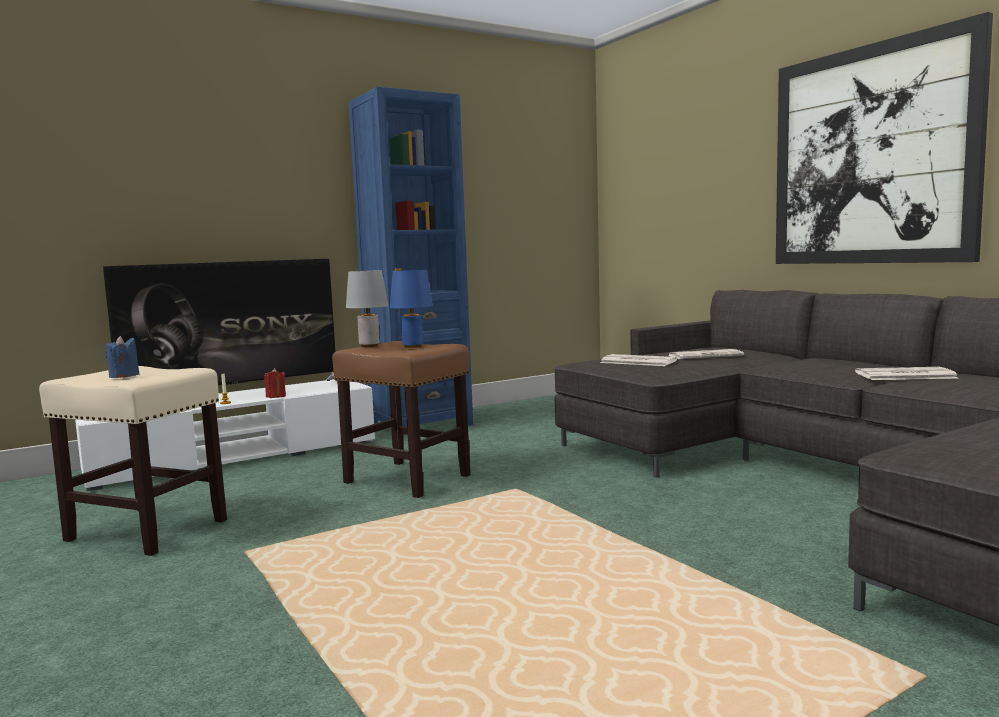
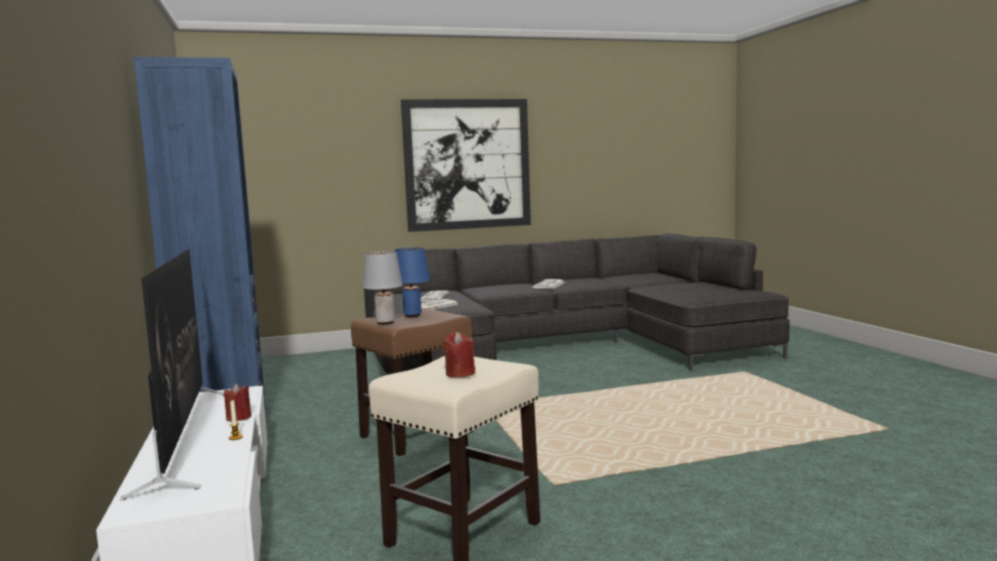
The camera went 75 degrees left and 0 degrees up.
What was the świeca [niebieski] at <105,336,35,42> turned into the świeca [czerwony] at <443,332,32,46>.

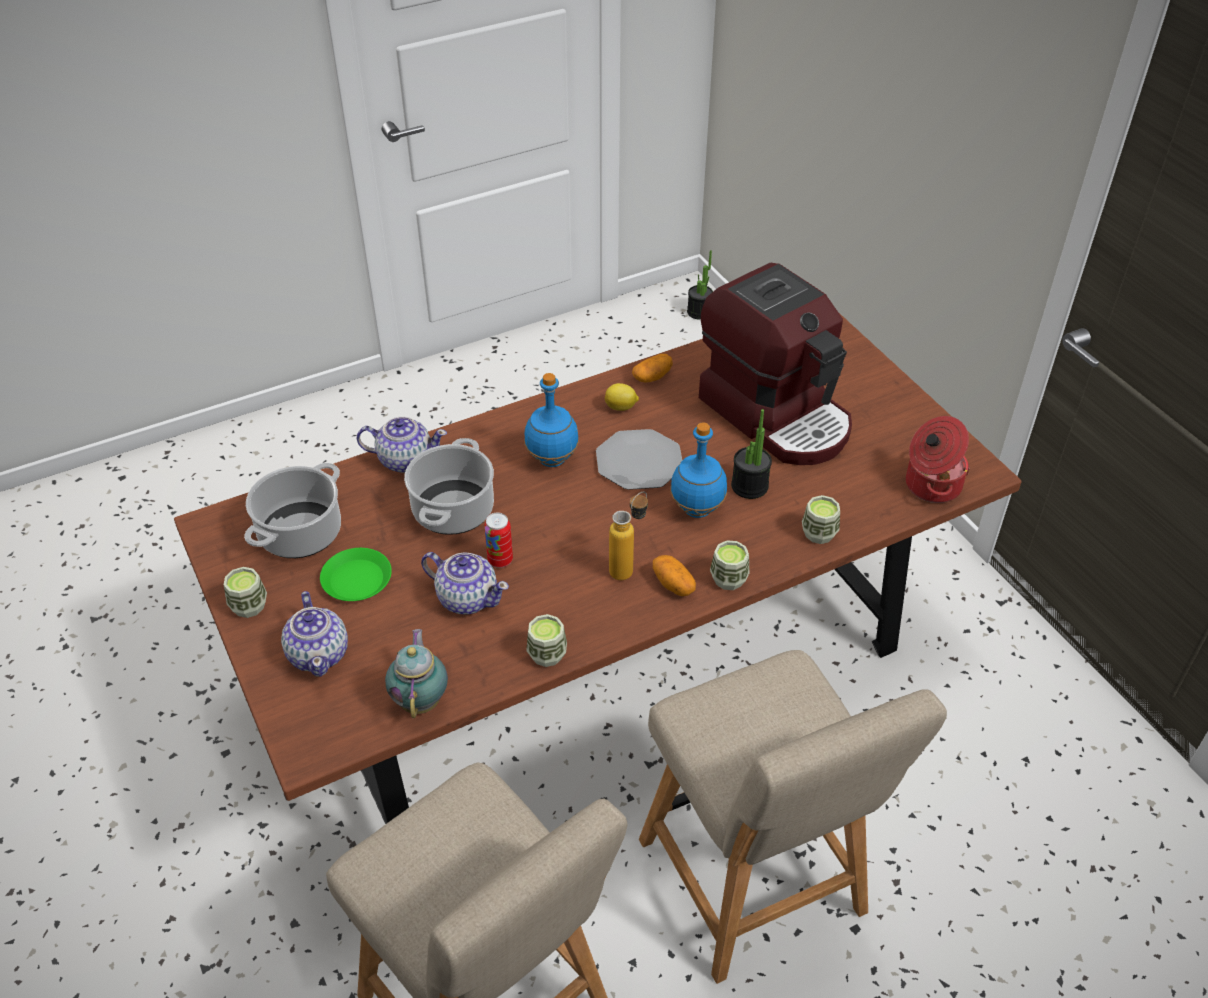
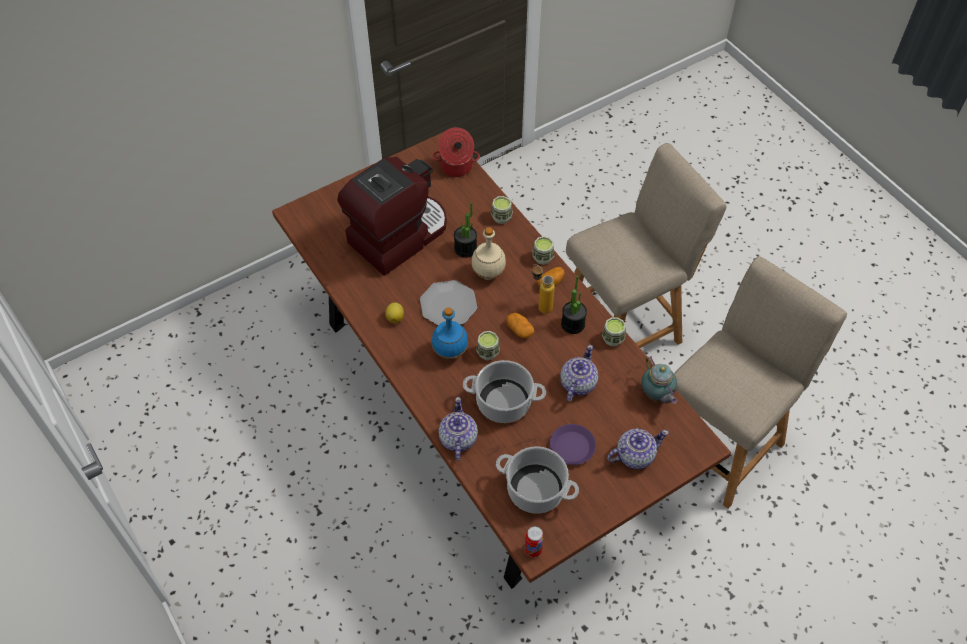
The camera went 95 degrees left and 10 degrees up.
The roślina doniczkowa ended up elsewhere, having gone from <687,250,26,70> to <561,275,26,59>.
The ziemniak ended up elsewhere, having gone from <632,354,41,29> to <507,313,27,25>.
What was the butelka [niebieski] at <670,422,57,96> turned into the butelka [beżowy] at <471,227,35,53>.
The puszka ended up elsewhere, having gone from <484,513,29,55> to <525,526,19,31>.
What was the talerz [zielony] at <320,548,72,53> turned into the talerz [fioletowy] at <550,424,46,41>.
The filiżanka ended up elsewhere, having gone from <224,567,43,51> to <476,331,24,29>.
The imbryk at <385,629,63,89> ended up facing another way, 105 degrees counterclockwise from before.

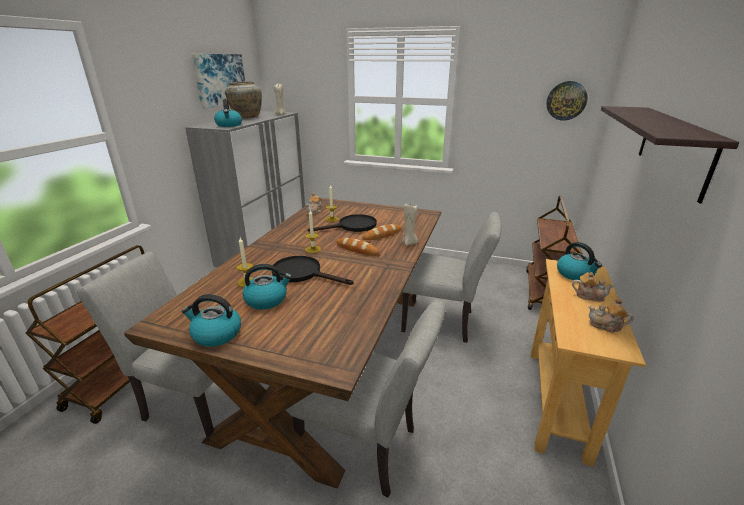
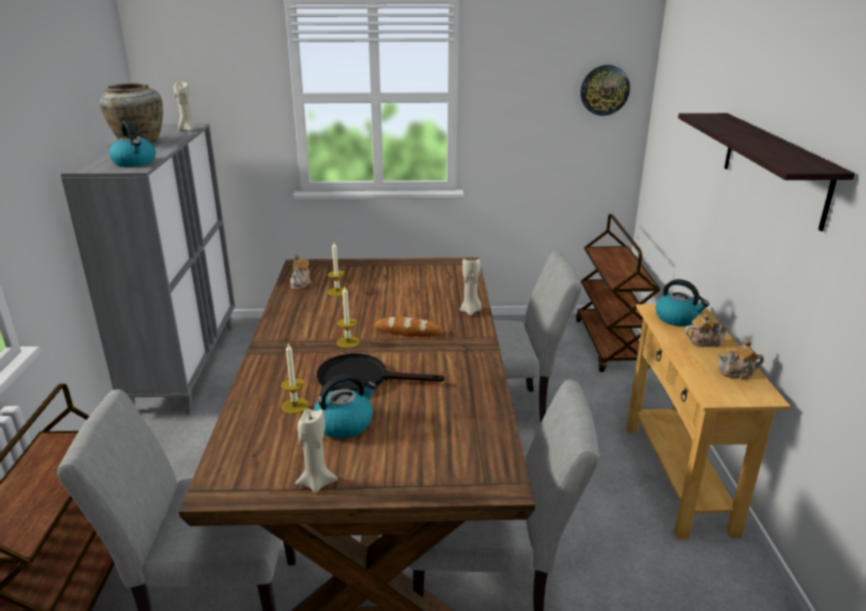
The camera went 20 degrees left and 0 degrees up.
The second view lost the obraz at <192,54,53,54>.
The second view lost the patelnia [czarny] at <308,214,69,18>.
The second view lost the chleb at <362,224,40,16>.
Where the czajnik stood at <182,294,59,53>, the świeca [beżowy] came to stand at <295,409,43,84>.

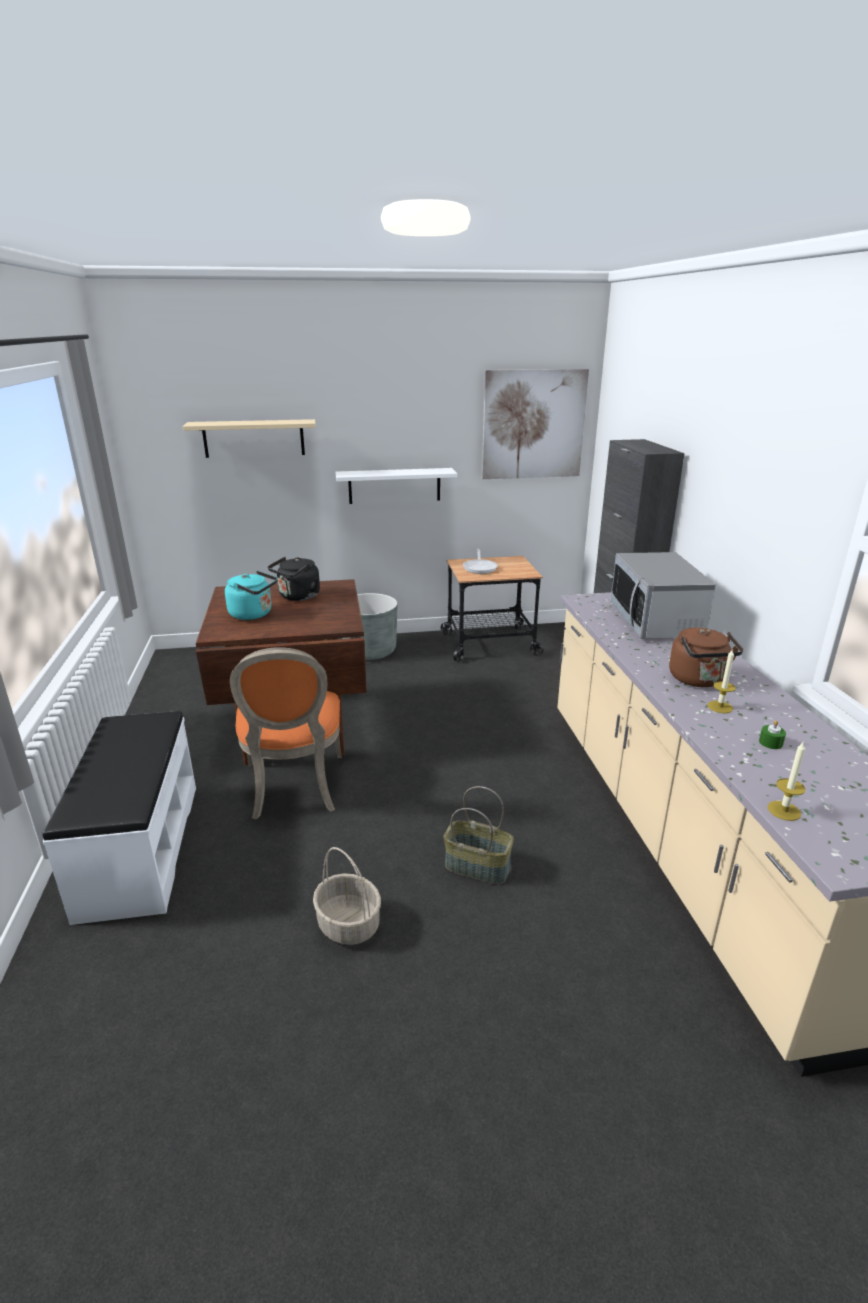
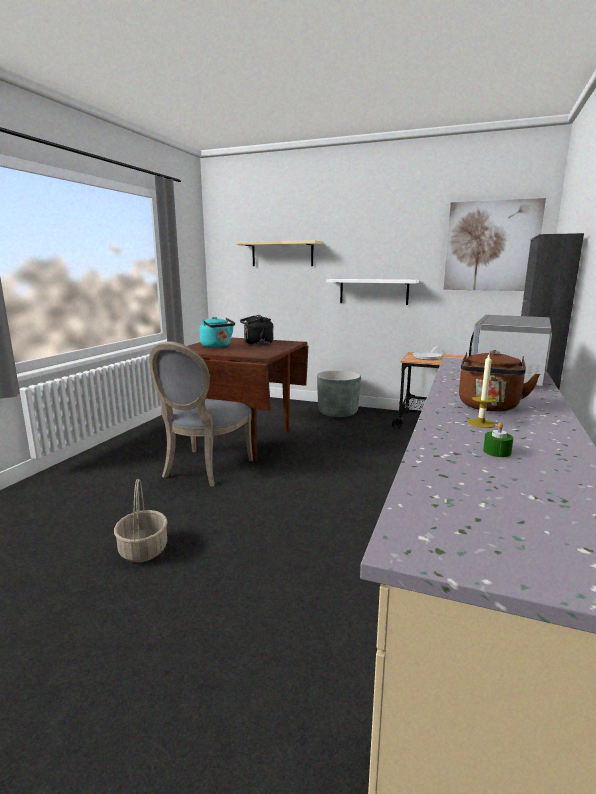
The camera went 30 degrees right and 10 degrees down.
What was the krzesło [pomarańczowy] at <230,647,112,173> turned into the krzesło [szary] at <149,342,104,145>.
The second view lost the ławka [biały] at <42,711,154,214>.
The second view lost the świeca at <767,742,38,79>.
The second view lost the koszyk at <444,786,70,98>.

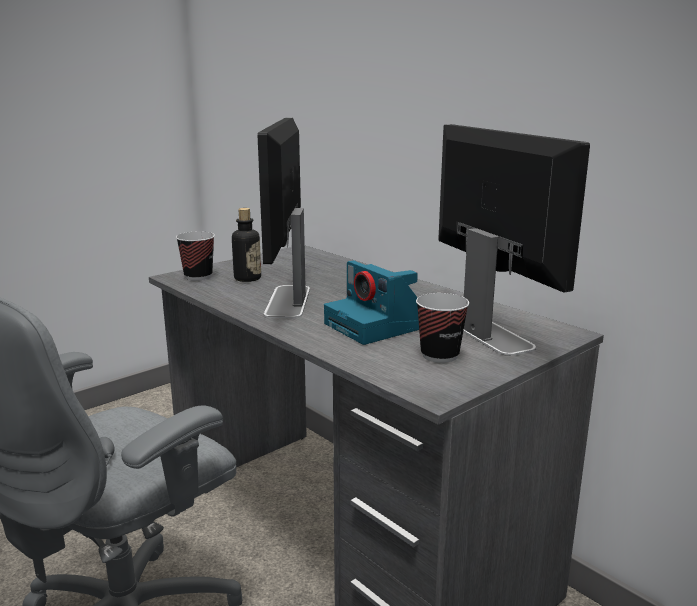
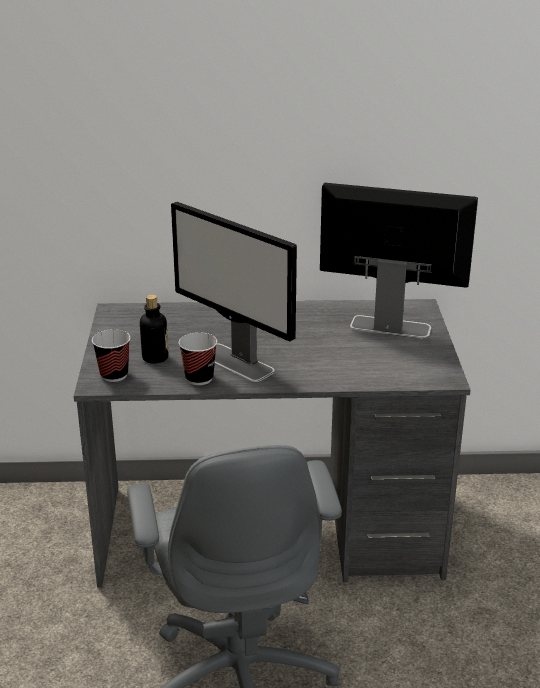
The camera went 50 degrees left and 10 degrees up.
The second view lost the aparat fotograficzny at <324,260,95,85>.
The filiżanka ended up elsewhere, having gone from <416,293,53,70> to <179,332,38,53>.

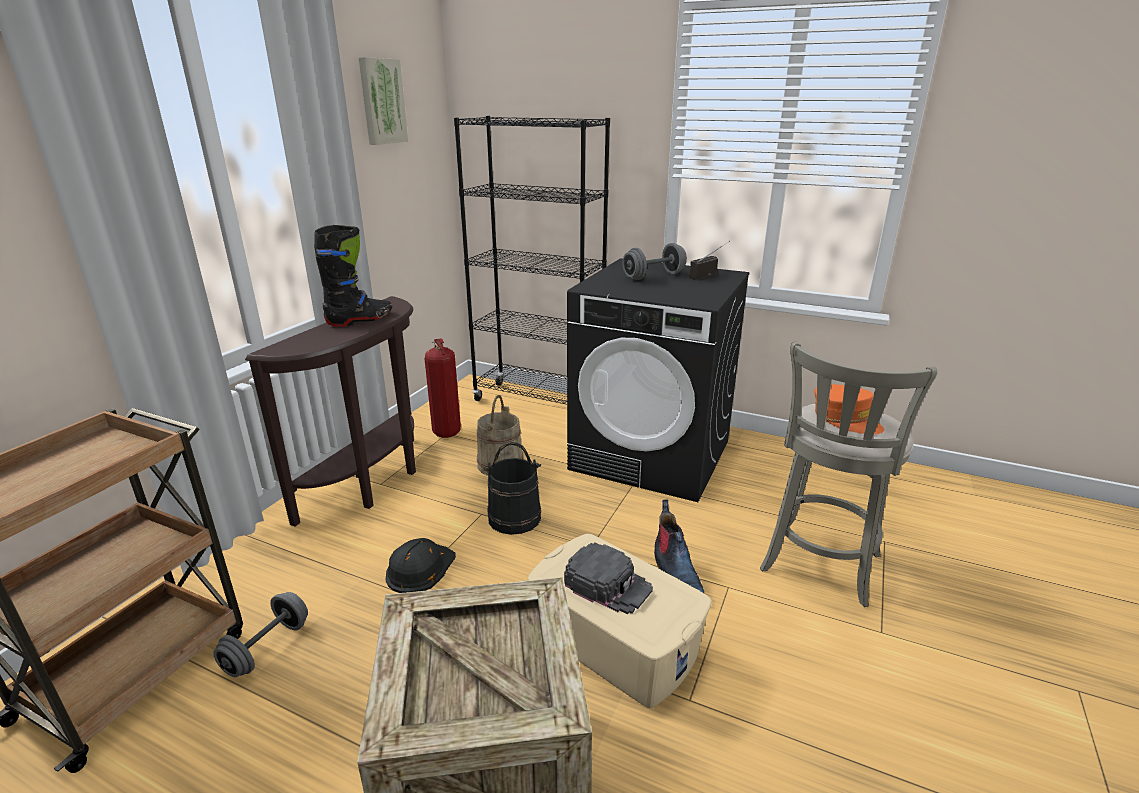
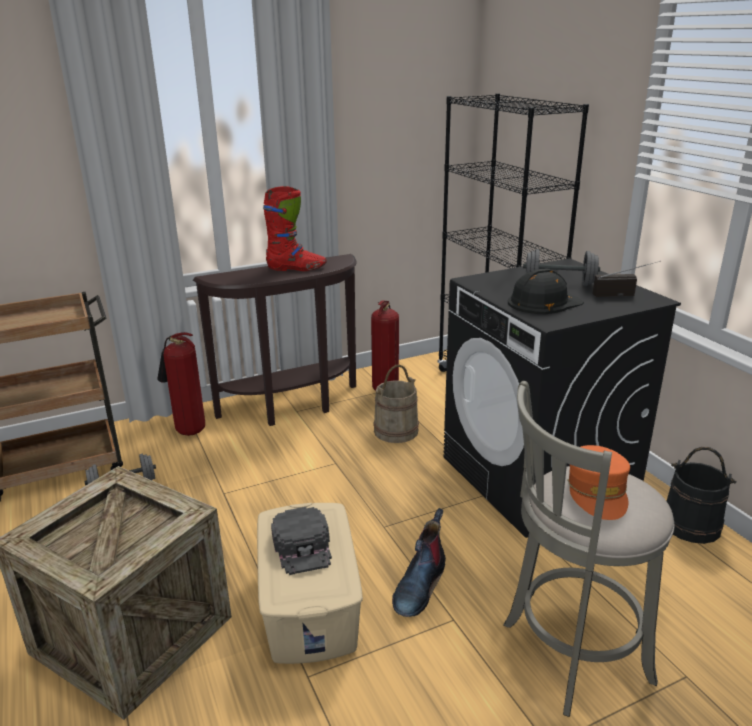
The camera went 40 degrees right and 0 degrees up.
The second view lost the obraz at <358,57,50,88>.
What was the but z cholewką [czarny] at <314,225,78,102> turned into the but z cholewką [czerwony] at <263,186,64,85>.
The wiadro [czarny] ended up elsewhere, having gone from <483,442,58,93> to <667,447,70,97>.
The kask [czarny] ended up elsewhere, having gone from <386,538,70,55> to <508,269,76,46>.
The second view gained the gaśnica at <157,332,48,104>.

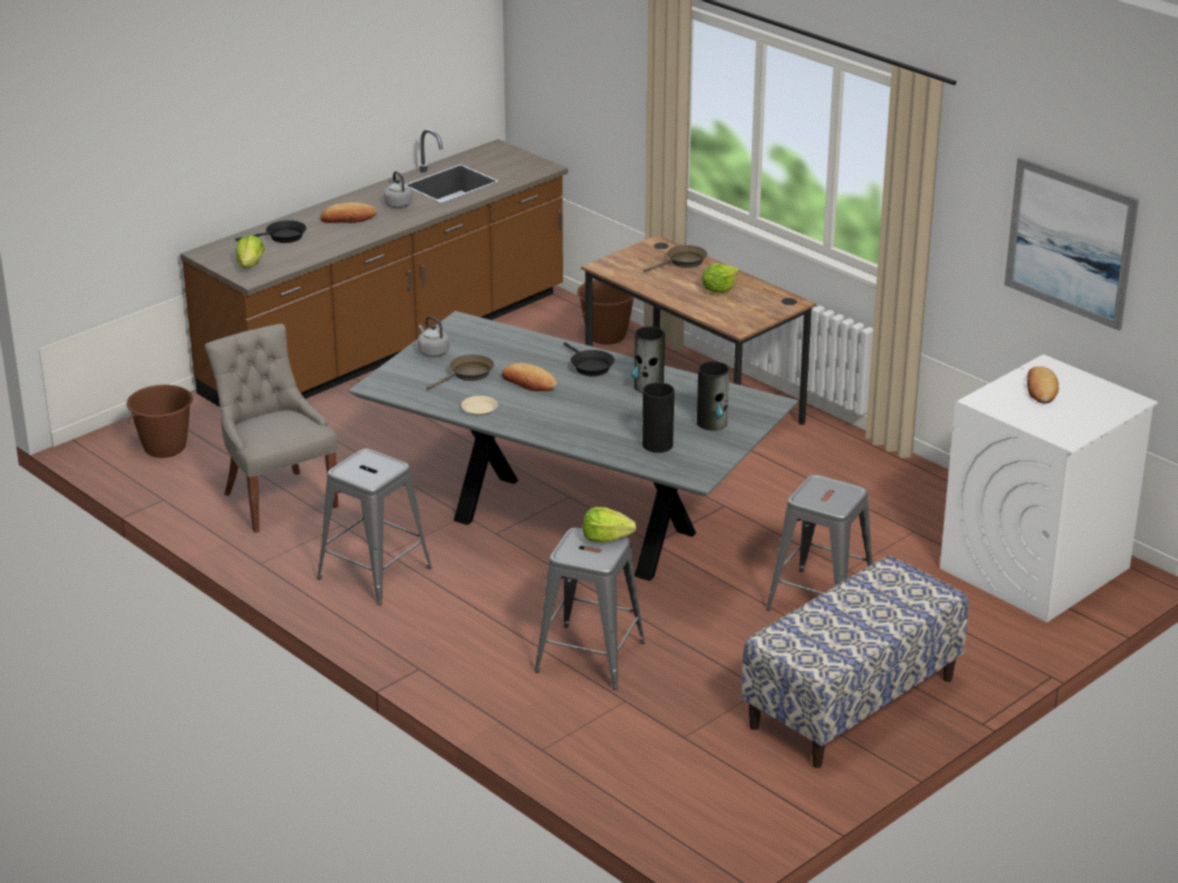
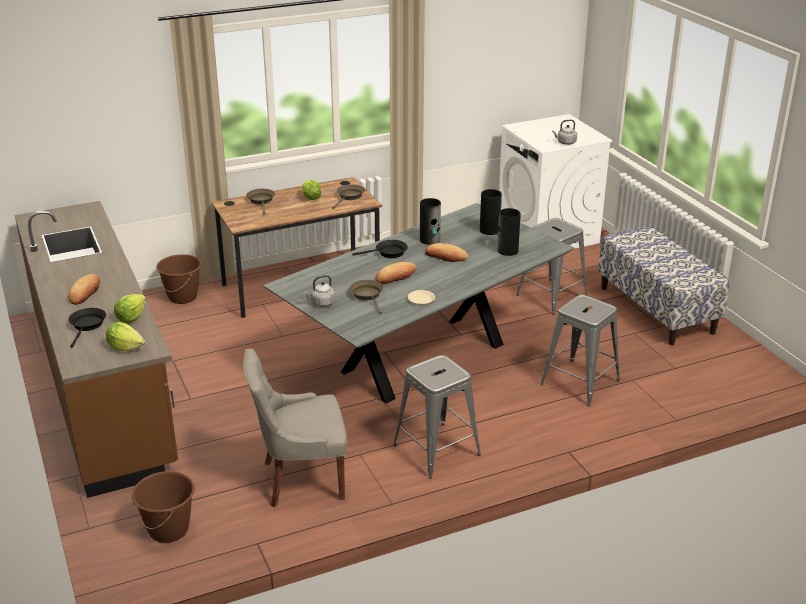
The camera went 70 degrees left and 0 degrees up.
The second view lost the obraz at <1004,157,135,173>.
The czajnik [szary] ended up elsewhere, having gone from <384,171,28,37> to <552,120,25,25>.
The chleb ended up elsewhere, having gone from <1027,366,32,37> to <425,243,43,19>.
The sałata ended up elsewhere, having gone from <583,507,54,35> to <114,294,32,29>.
The second view gained the patelnia [brązowy] at <332,184,33,25>.

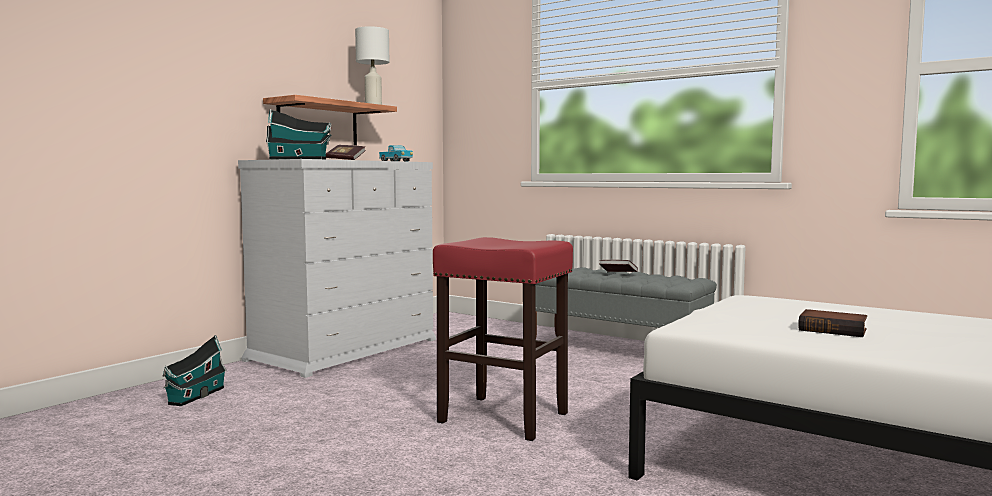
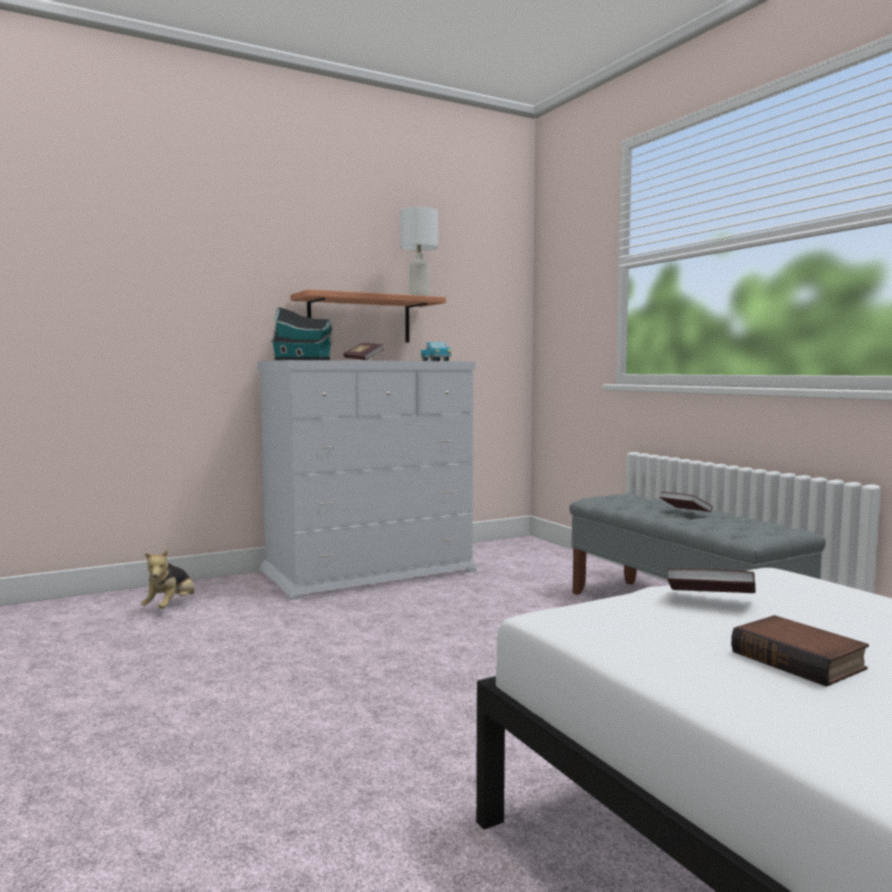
The camera went 25 degrees right and 0 degrees up.
The second view lost the stołek [czerwony] at <433,237,140,204>.
Where the domek stood at <162,335,65,71>, the pluszak came to stand at <141,549,53,60>.
The second view gained the książka at <667,568,89,25>.

